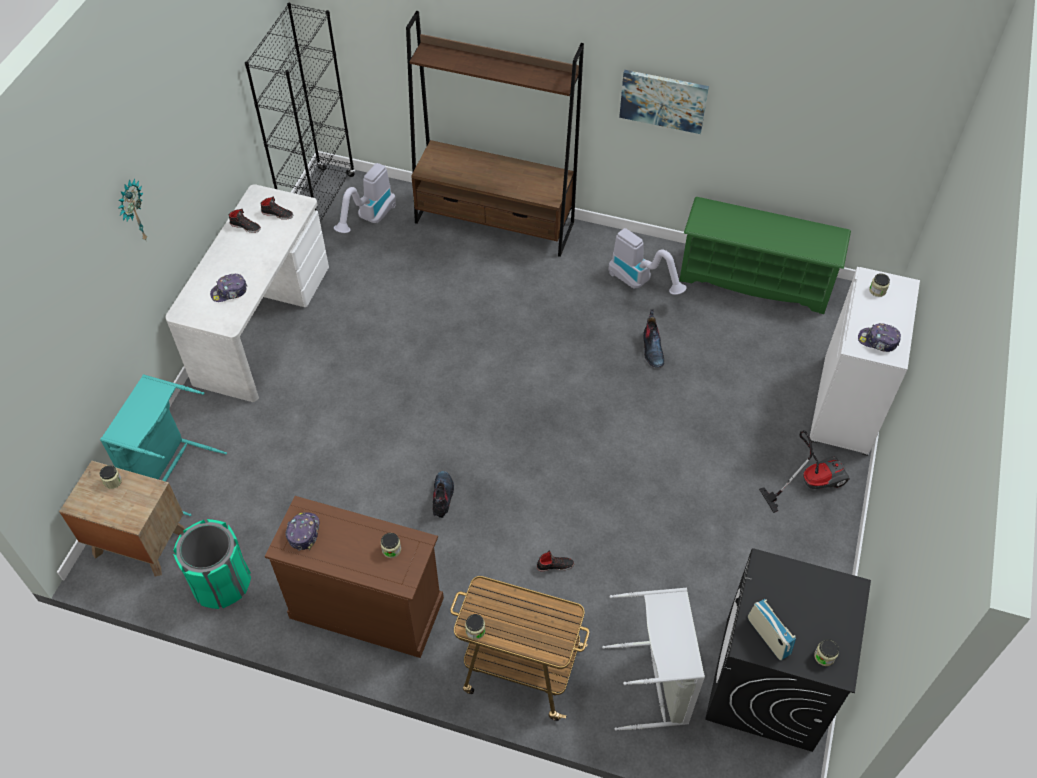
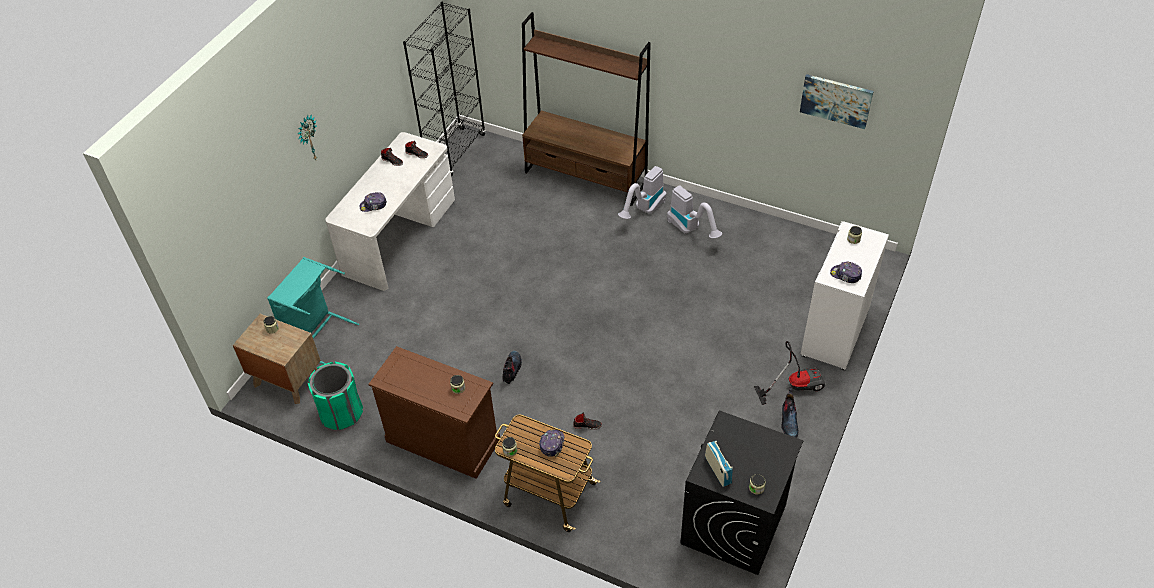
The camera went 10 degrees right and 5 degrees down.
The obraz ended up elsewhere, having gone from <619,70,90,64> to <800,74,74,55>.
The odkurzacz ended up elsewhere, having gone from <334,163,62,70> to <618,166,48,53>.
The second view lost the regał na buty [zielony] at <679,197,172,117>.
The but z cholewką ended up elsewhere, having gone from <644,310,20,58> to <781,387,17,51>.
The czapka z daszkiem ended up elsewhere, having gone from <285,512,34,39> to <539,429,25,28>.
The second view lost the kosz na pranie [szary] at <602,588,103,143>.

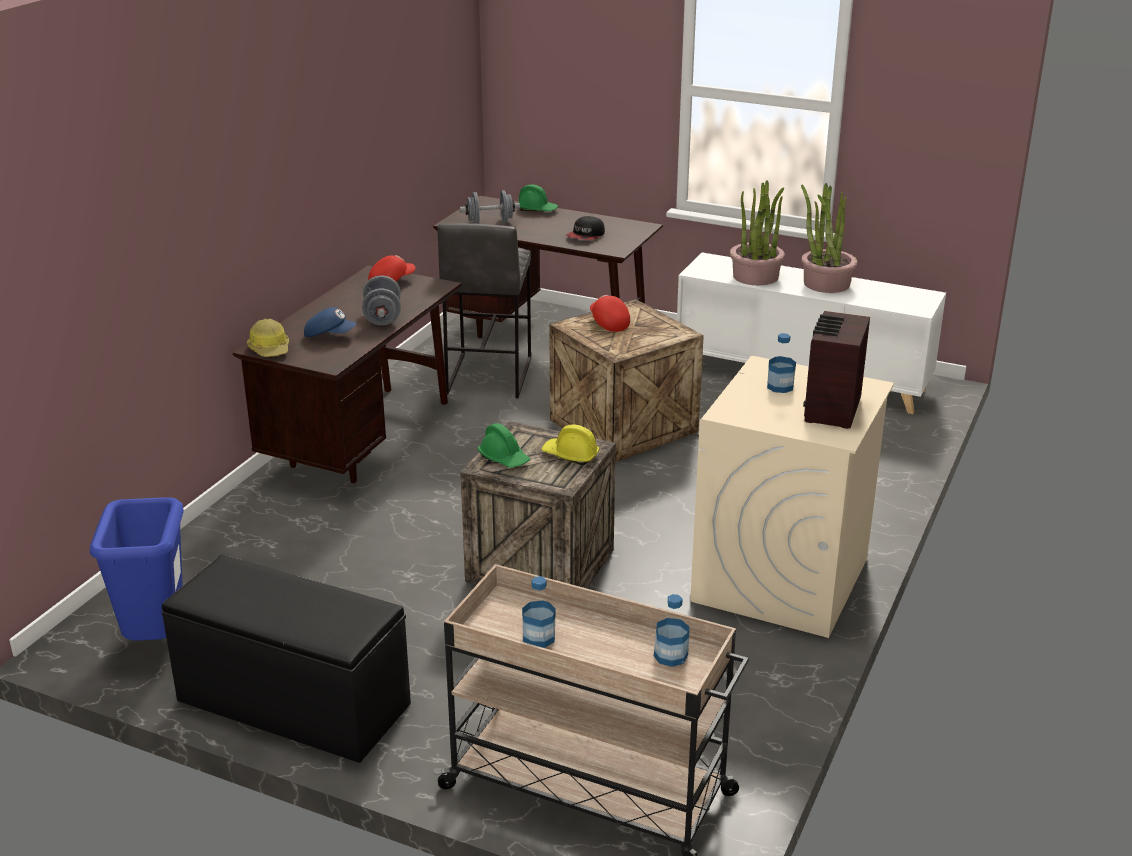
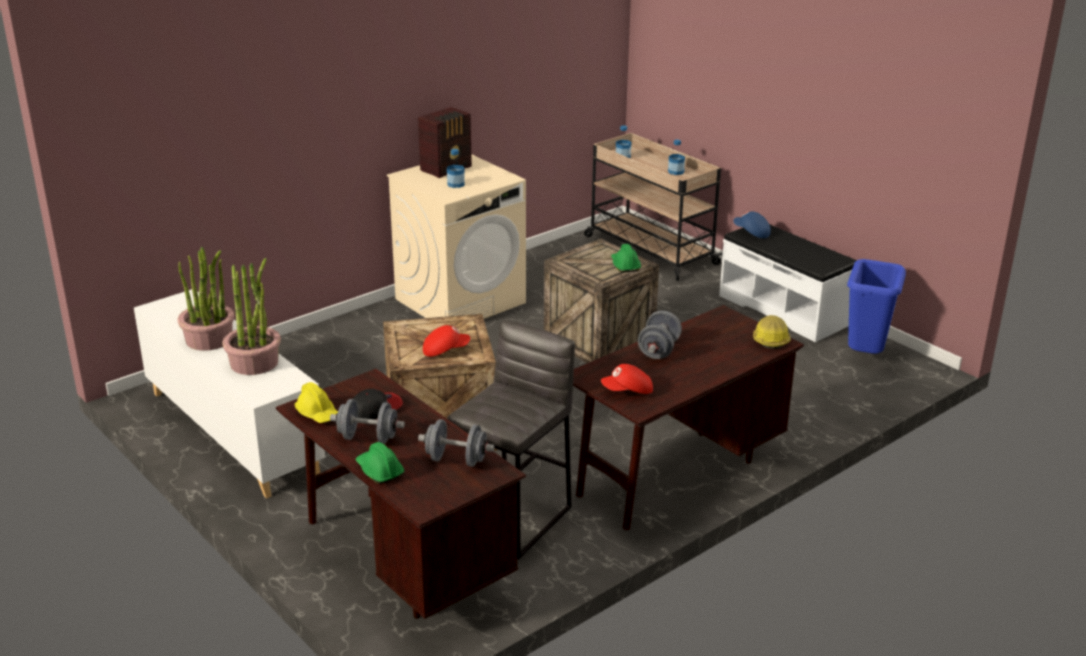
The camera went 155 degrees left and 0 degrees up.
The czapka z daszkiem [czerwony] at <590,295,40,37> ended up facing another way, 105 degrees counterclockwise from before.
The czapka z daszkiem [niebieski] ended up elsewhere, having gone from <304,307,53,30> to <733,211,38,27>.
The kask [żółty] ended up elsewhere, having gone from <542,424,57,41> to <294,382,44,41>.
What was the ławka [czarny] at <162,555,249,208> turned into the ławka [biały] at <719,224,138,118>.
The second view gained the hantel [szary] at <330,399,75,45>.

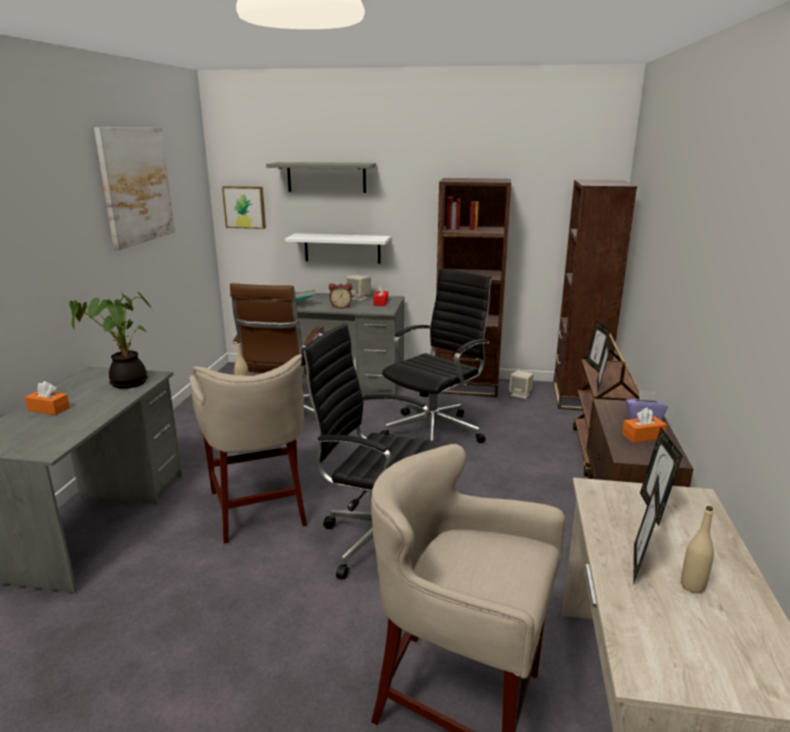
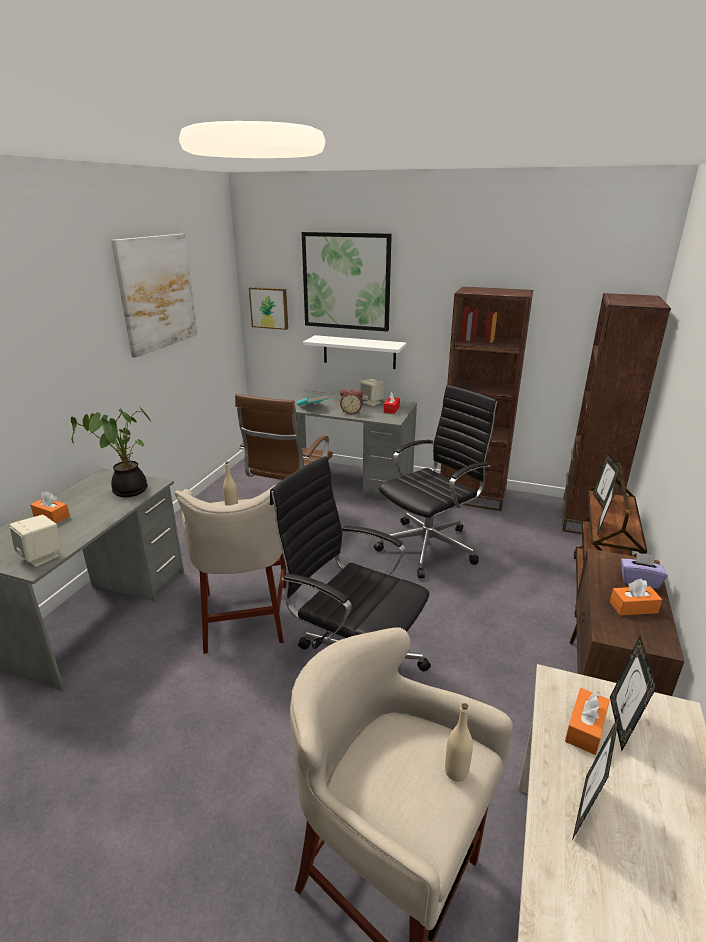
The camera went 10 degrees right and 5 degrees up.
Where the półka [szary] hung at <266,162,110,31>, the obraz came to hang at <302,232,90,100>.
The głośnik [beżowy] ended up elsewhere, having gone from <509,370,25,29> to <10,515,51,52>.
The butelka [beżowy] ended up elsewhere, having gone from <681,506,33,87> to <445,703,28,79>.
The second view gained the pudełko chusteczek [pomarańczowy] at <565,688,45,67>.

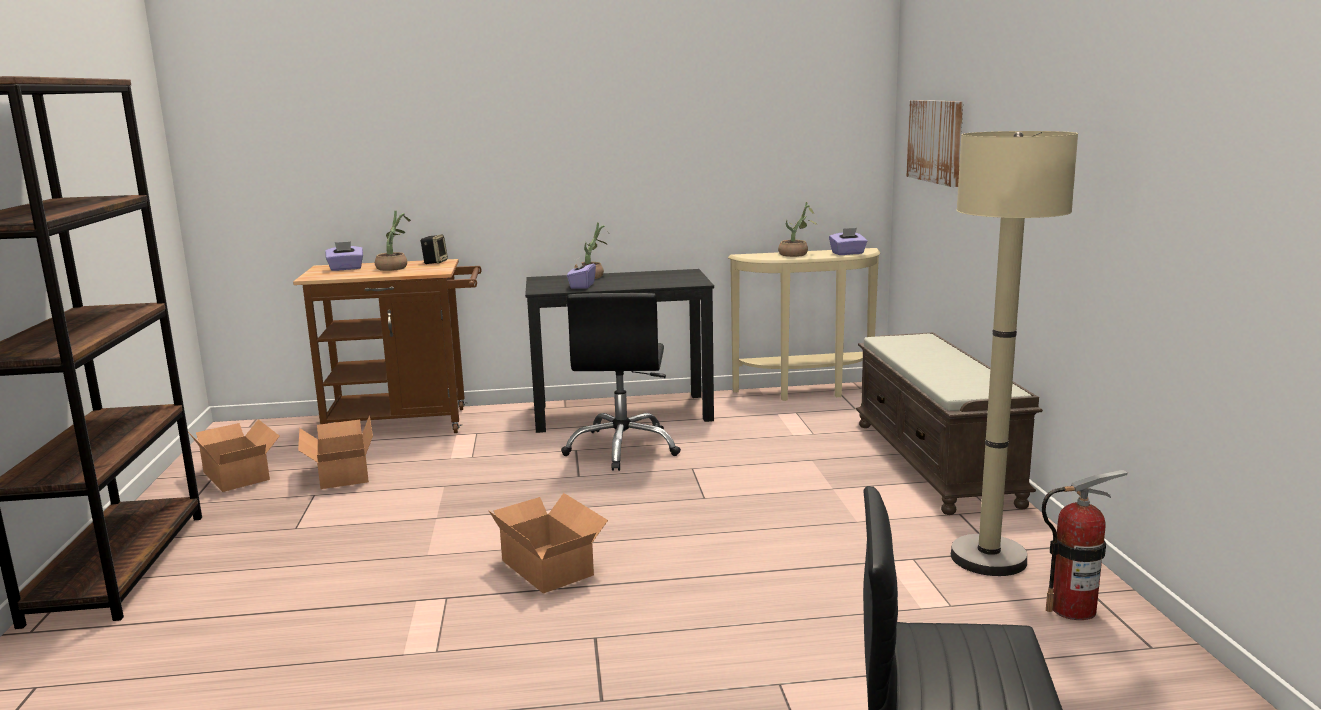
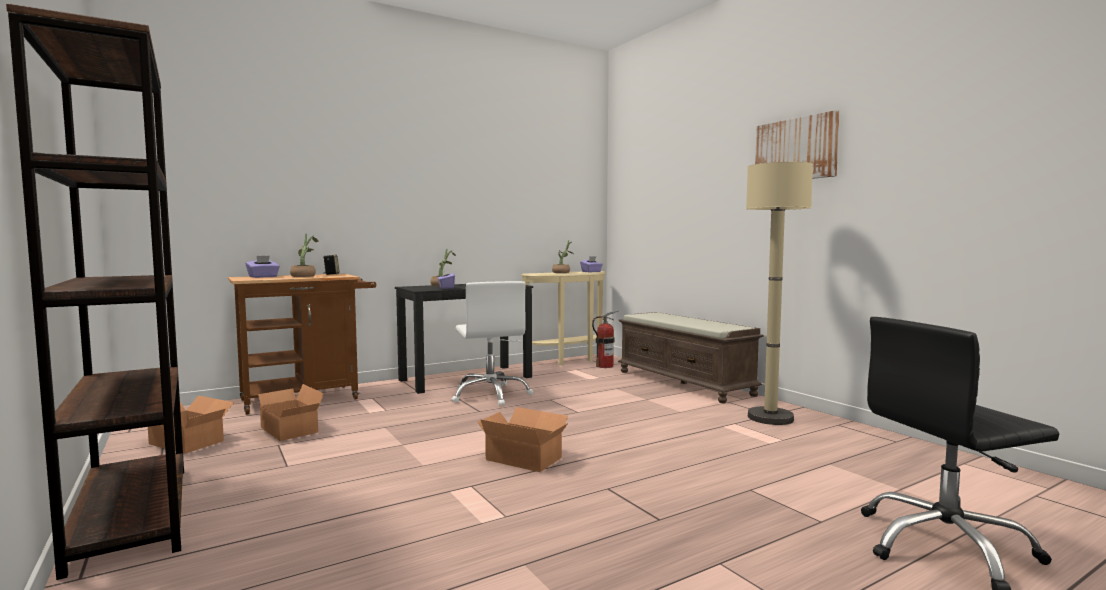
The camera went 25 degrees left and 10 degrees down.
The obraz ended up elsewhere, having gone from <906,100,57,87> to <755,110,85,69>.
What was the krzesło biurowe [czarny] at <561,293,120,178> turned into the krzesło biurowe [biały] at <452,281,81,125>.
The gaśnica ended up elsewhere, having gone from <1042,470,86,150> to <592,310,27,58>.

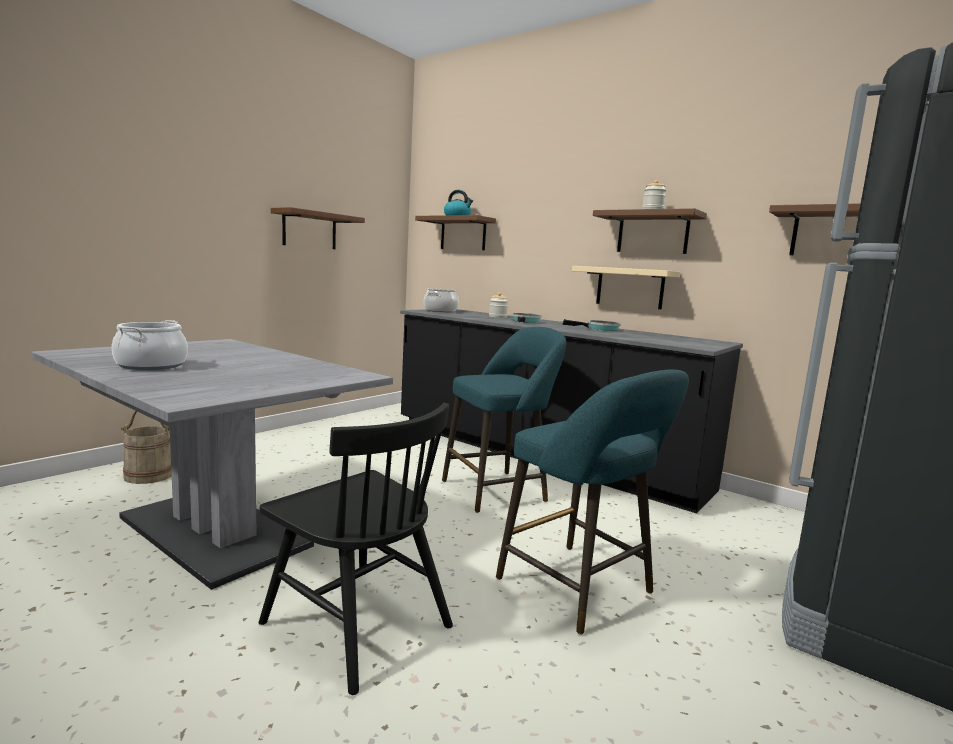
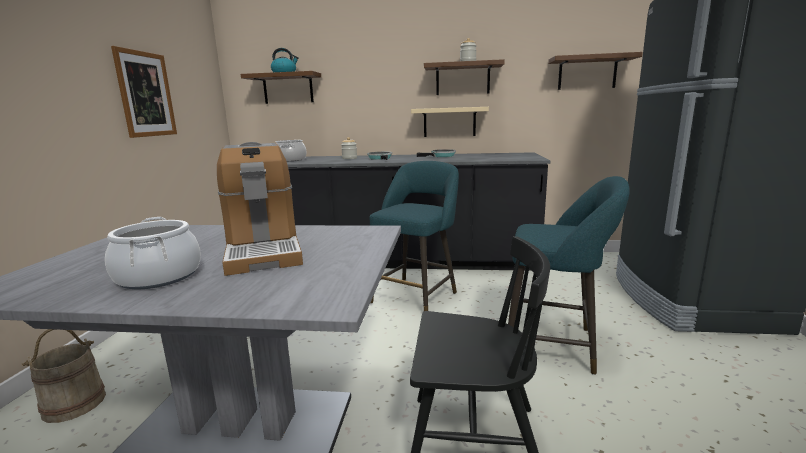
The camera went 30 degrees left and 5 degrees up.
Where the półka [brązowy] hung at <271,207,94,42>, the obraz came to hang at <111,46,66,92>.
The second view gained the ekspres do kawy at <217,142,86,134>.

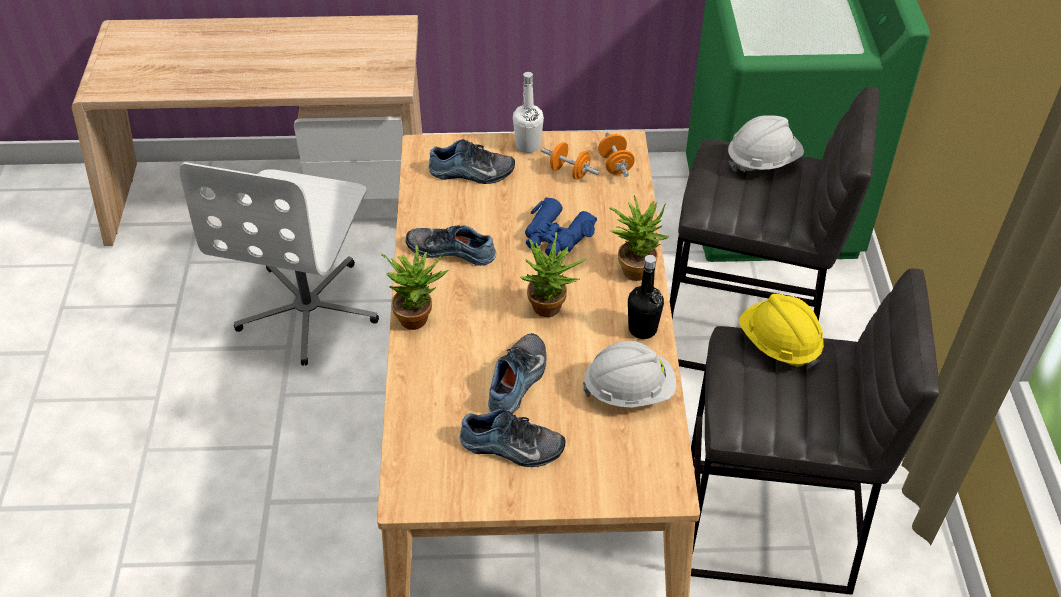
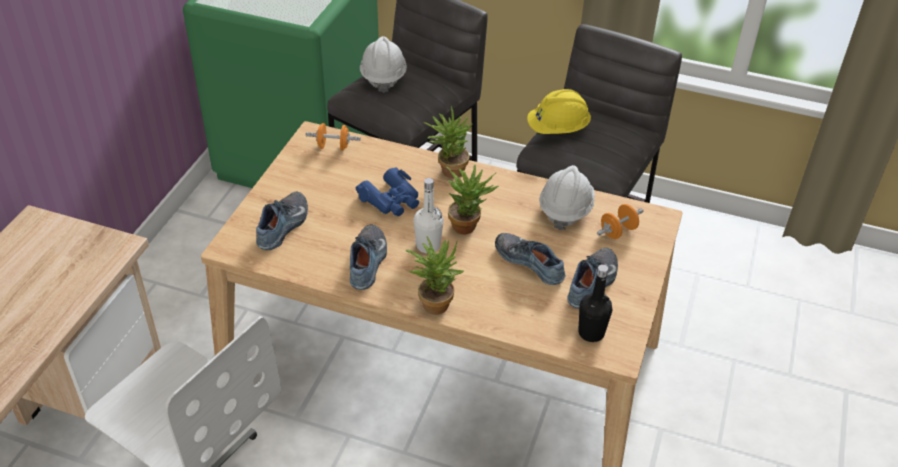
The camera went 70 degrees left and 5 degrees down.
The butelka [biały] ended up elsewhere, having gone from <513,72,31,81> to <414,178,30,75>.
The hantel [pomarańczowy] ended up elsewhere, having gone from <541,142,58,38> to <597,204,46,35>.
The but at <406,225,90,41> ended up facing another way, 150 degrees clockwise from before.
The butelka [czarny] ended up elsewhere, having gone from <628,255,36,84> to <578,264,34,78>.

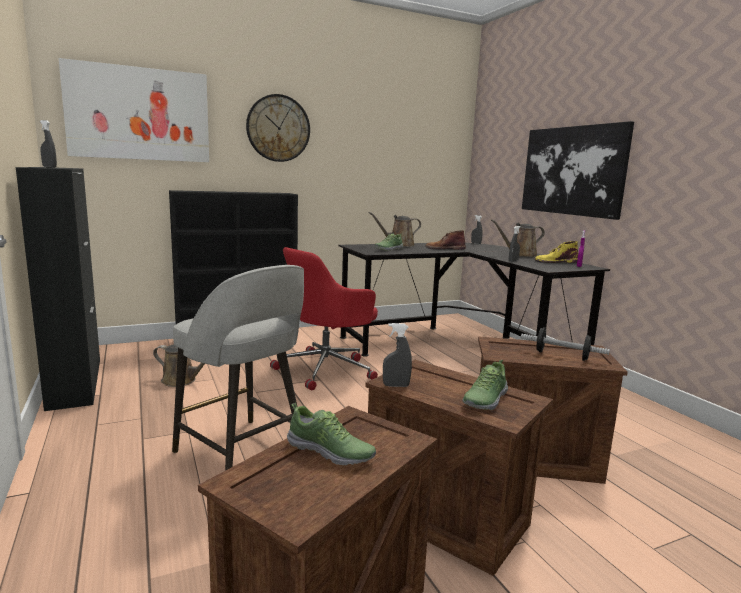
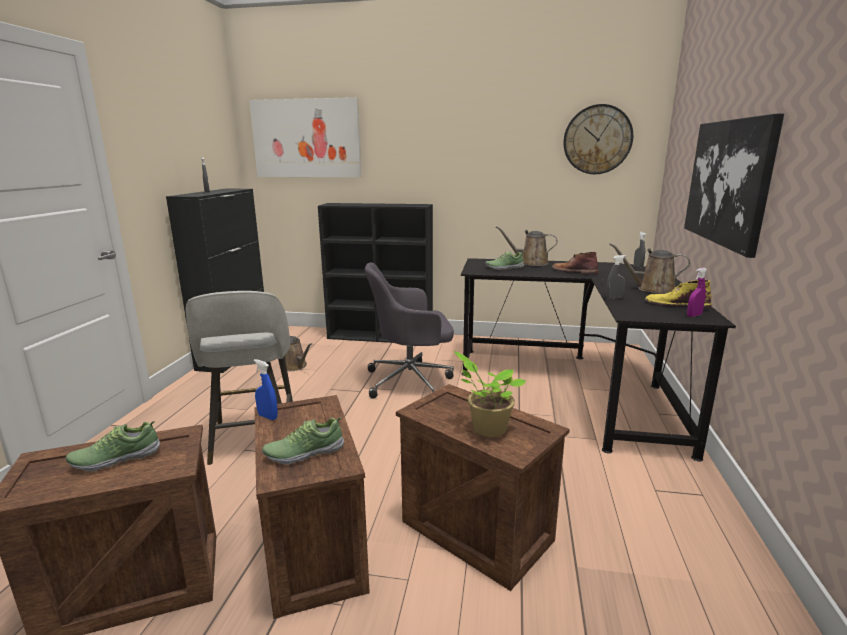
The camera went 35 degrees right and 5 degrees up.
The zegar ścienny ended up elsewhere, having gone from <246,94,64,68> to <563,104,70,70>.
What was the krzesło biurowe [czerwony] at <270,247,108,143> turned into the krzesło biurowe [szary] at <365,262,89,137>.
What was the spryskiwacz [szary] at <383,323,29,64> turned into the spryskiwacz [niebieski] at <254,359,24,61>.
Where the hantel stood at <521,327,89,34>, the roślina doniczkowa came to stand at <454,351,72,86>.
The but at <287,403,89,62> ended up facing another way, 90 degrees clockwise from before.

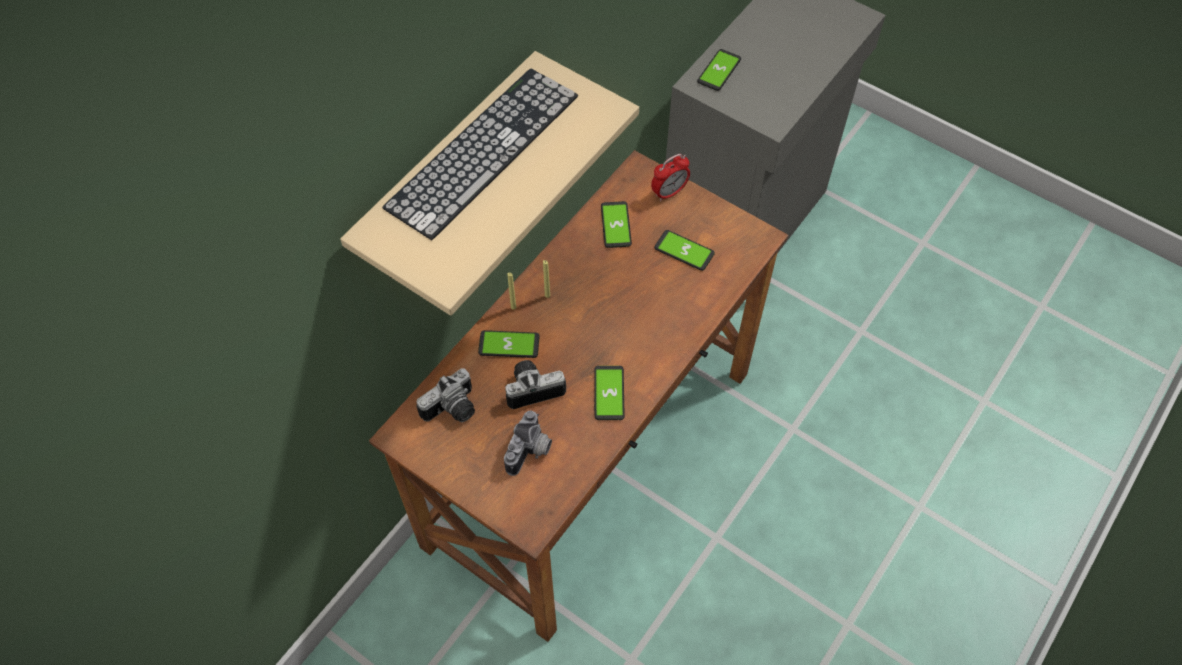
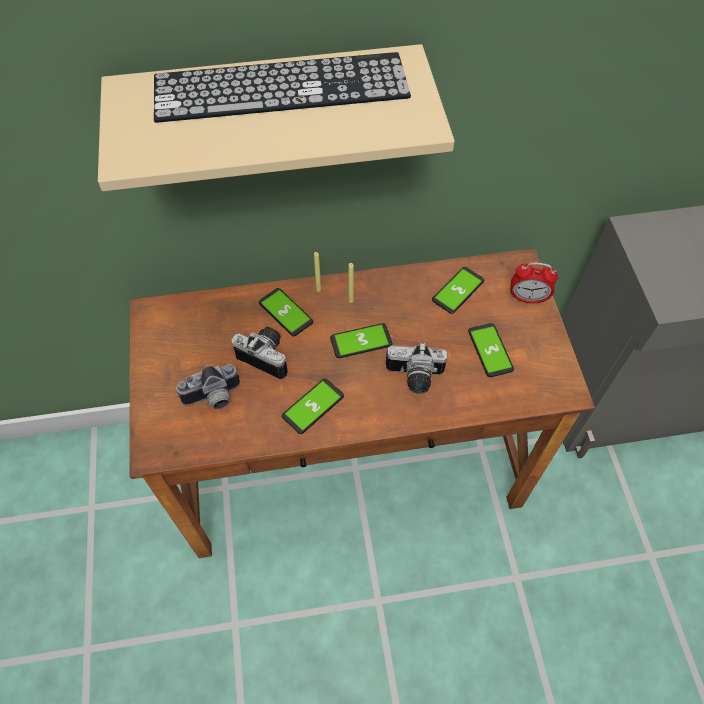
The camera went 45 degrees right and 0 degrees up.
The telefon ended up elsewhere, having gone from <697,49,44,42> to <330,323,62,35>.
The aparat fotograficzny ended up elsewhere, having gone from <417,368,58,54> to <386,343,61,51>.

